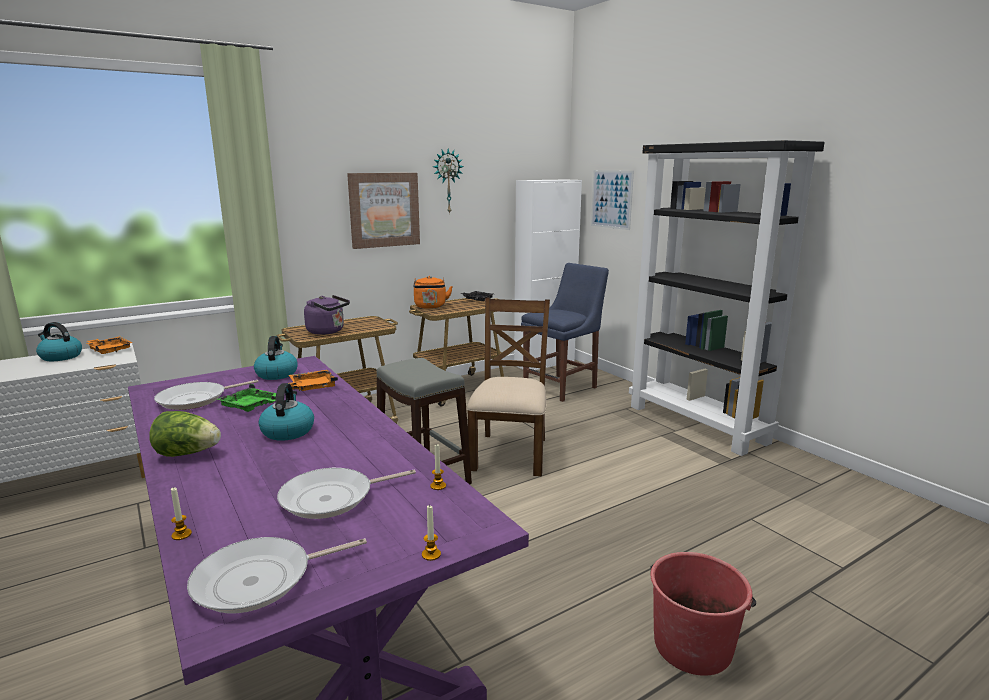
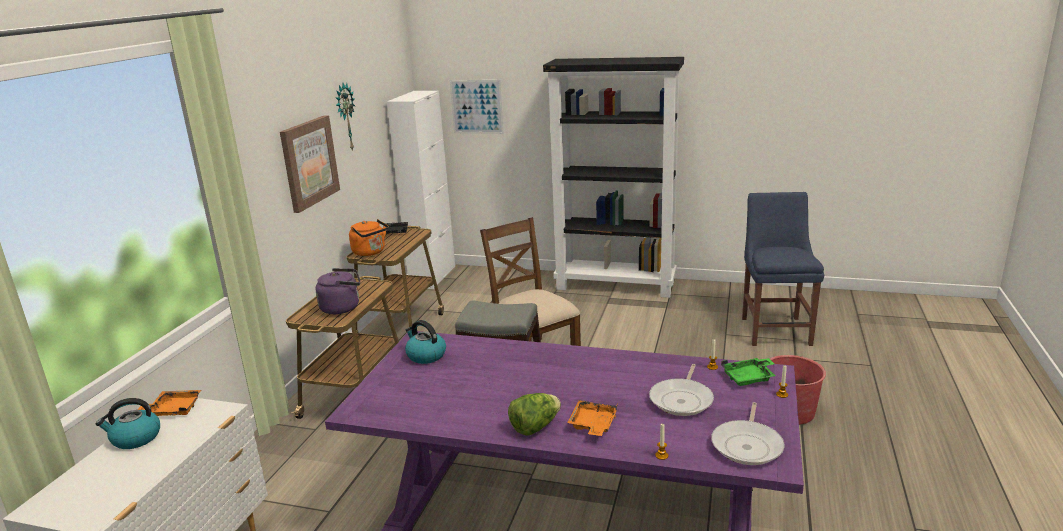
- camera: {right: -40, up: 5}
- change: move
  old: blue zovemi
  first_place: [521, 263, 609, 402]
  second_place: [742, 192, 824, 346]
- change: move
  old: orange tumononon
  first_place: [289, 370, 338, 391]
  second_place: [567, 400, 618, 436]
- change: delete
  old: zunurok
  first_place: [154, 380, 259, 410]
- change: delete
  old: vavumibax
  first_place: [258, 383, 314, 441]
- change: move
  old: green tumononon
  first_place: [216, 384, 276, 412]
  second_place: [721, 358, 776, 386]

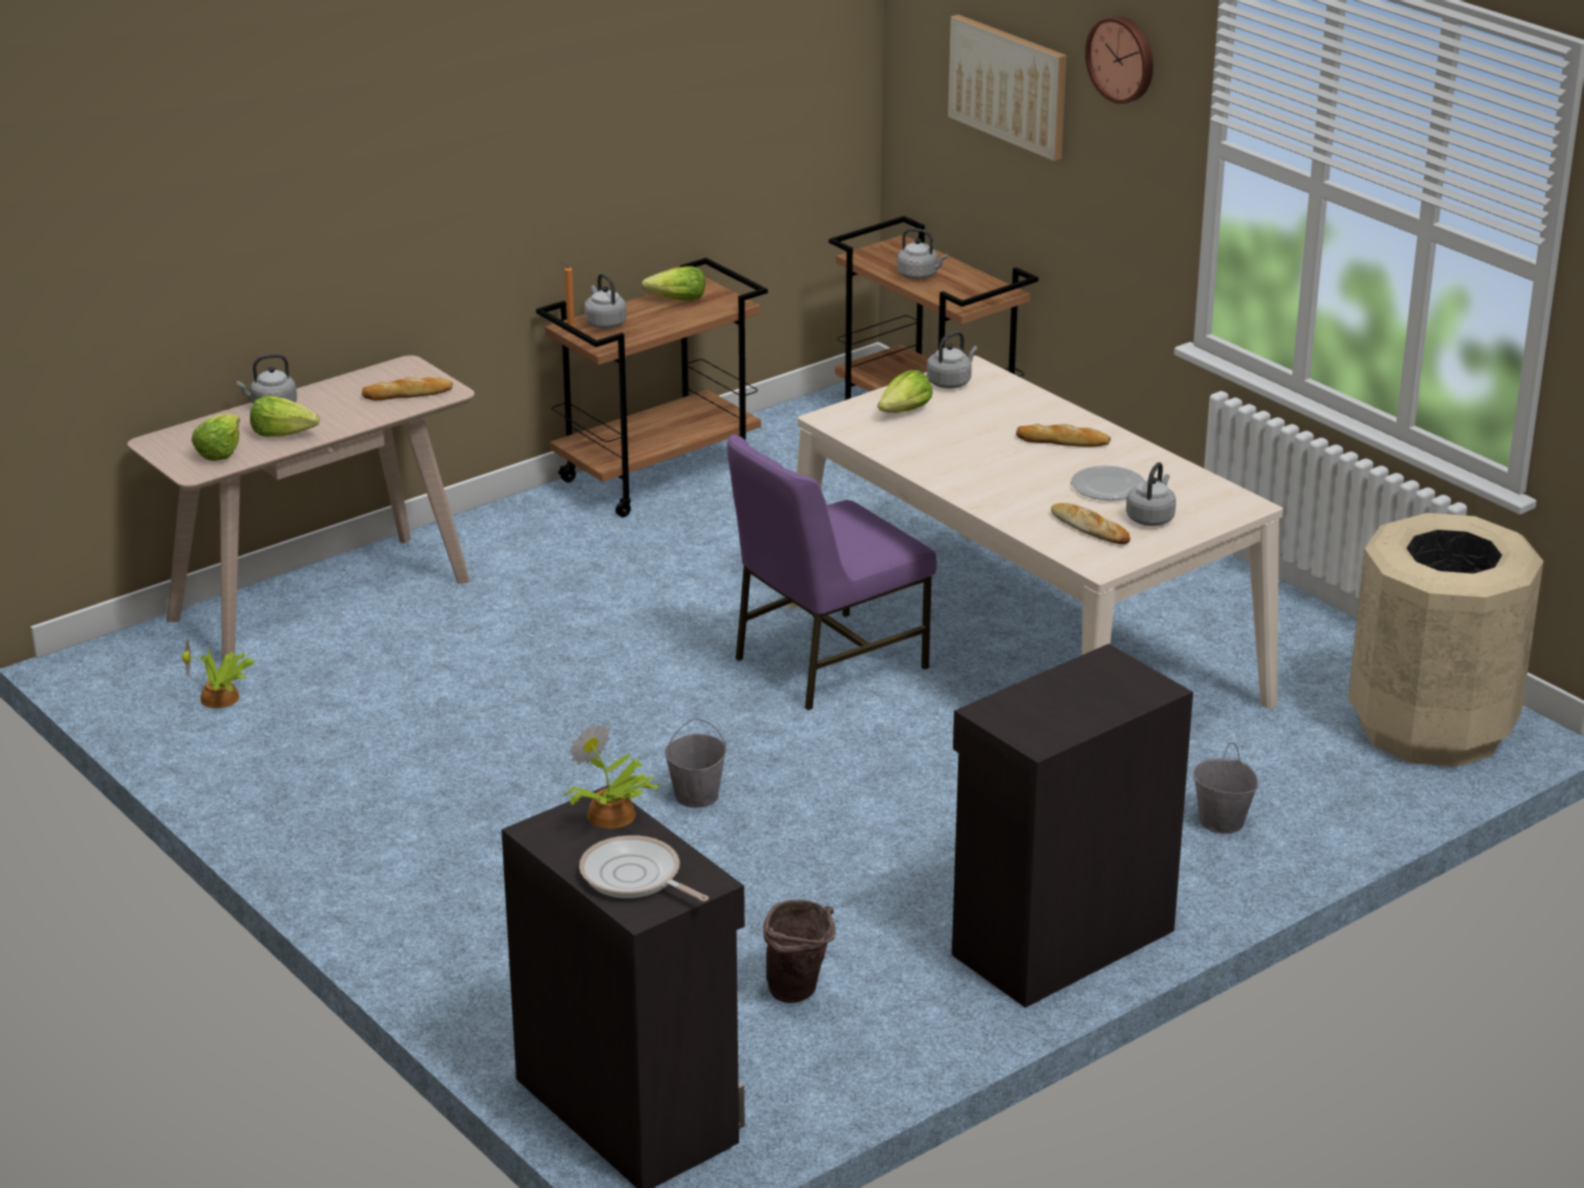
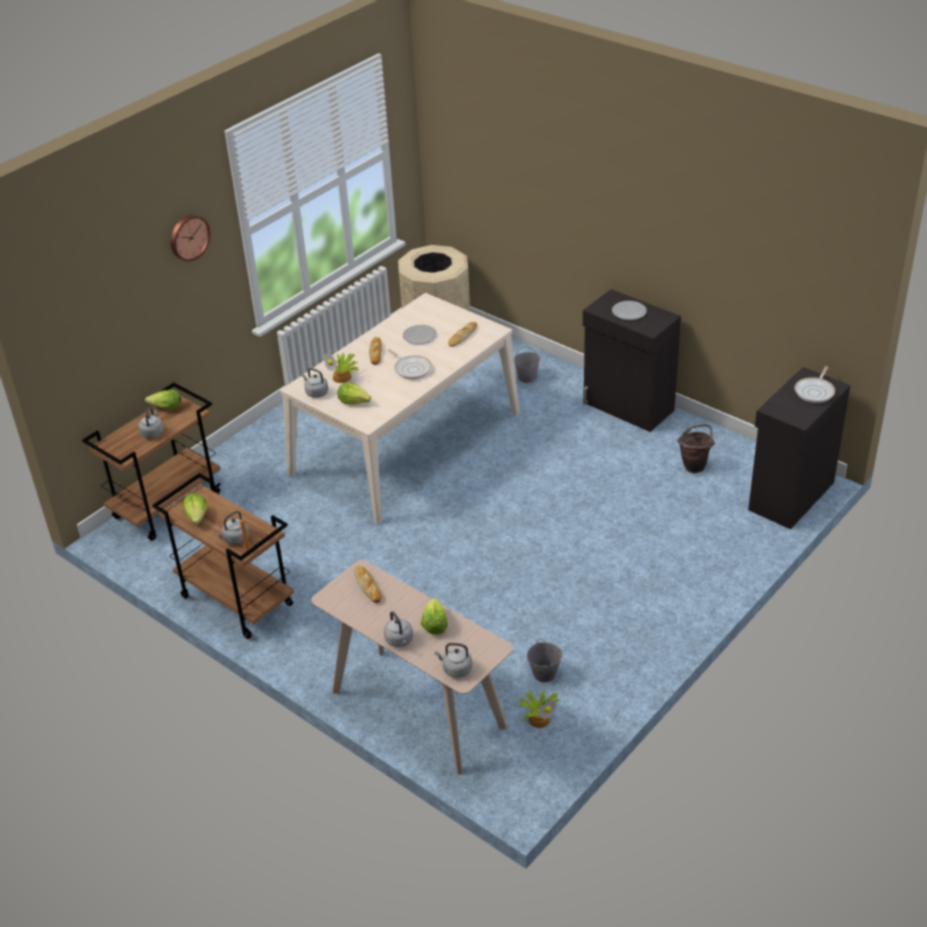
- camera: {right: -100, up: 10}
- change: delete
  old: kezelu
  first_place: [948, 14, 1067, 161]
- change: move
  old: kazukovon
  first_place: [191, 414, 240, 461]
  second_place: [145, 390, 181, 409]
- change: delete
  old: purple zovemi
  first_place: [727, 435, 937, 710]
- change: move
  old: grey vavumibax
  first_place: [1126, 462, 1176, 526]
  second_place: [435, 643, 472, 678]
- change: move
  old: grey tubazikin
  first_place: [665, 718, 727, 808]
  second_place: [527, 639, 563, 683]
- change: move
  old: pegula
  first_place: [565, 723, 660, 829]
  second_place: [323, 353, 359, 383]
- change: insert
  new: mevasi
  second_place: [612, 301, 647, 320]
- change: insert
  new: zunurok
  second_place: [388, 349, 432, 379]

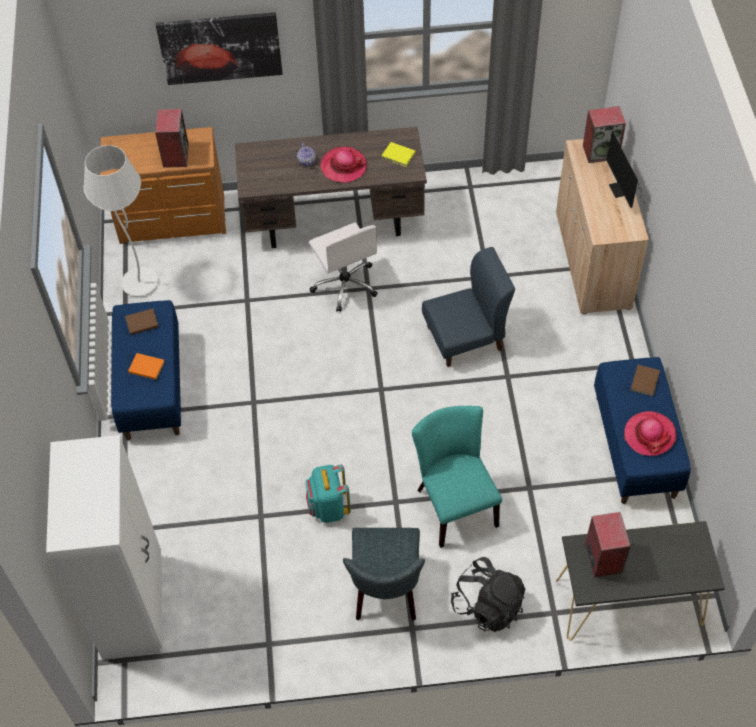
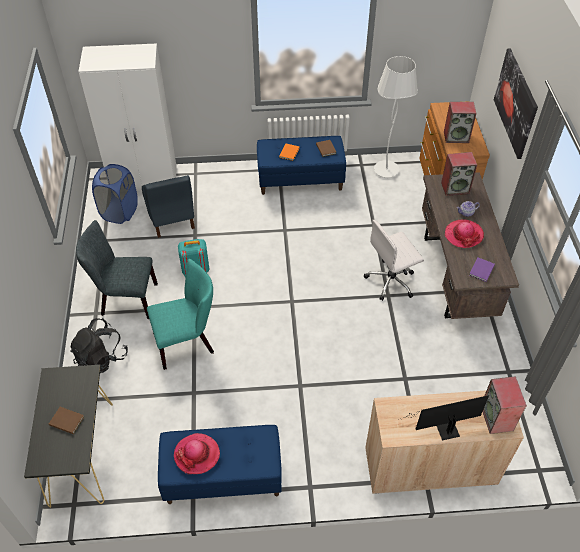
- camera: {right: 90, up: -5}
- change: recolor
  old: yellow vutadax
  new: purple vutadax
  first_place: [381, 142, 415, 167]
  second_place: [469, 257, 495, 282]
- change: move
  old: blue zovemi
  first_place: [422, 247, 515, 367]
  second_place: [142, 175, 195, 238]
- change: move
  old: brown vutadax
  first_place: [630, 365, 660, 396]
  second_place: [49, 407, 84, 434]
- change: move
  old: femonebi
  first_place: [585, 512, 631, 577]
  second_place: [441, 152, 477, 196]
- change: insert
  new: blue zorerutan
  second_place: [92, 164, 138, 224]

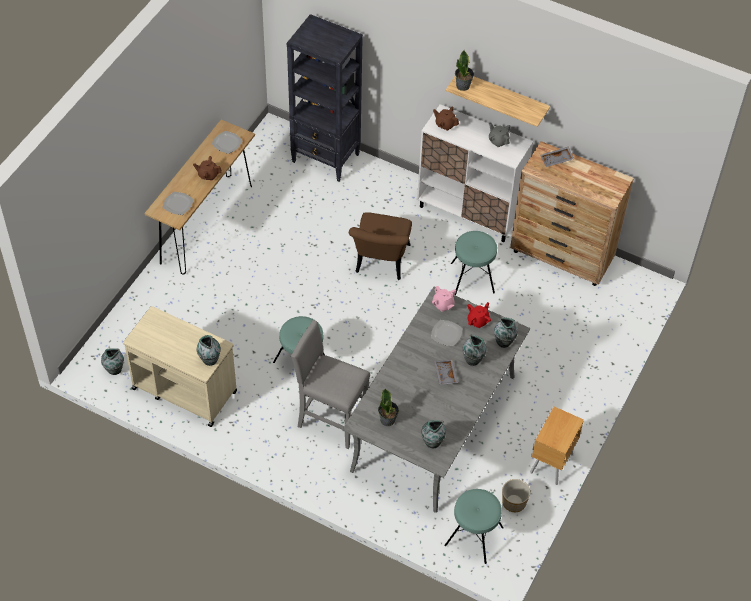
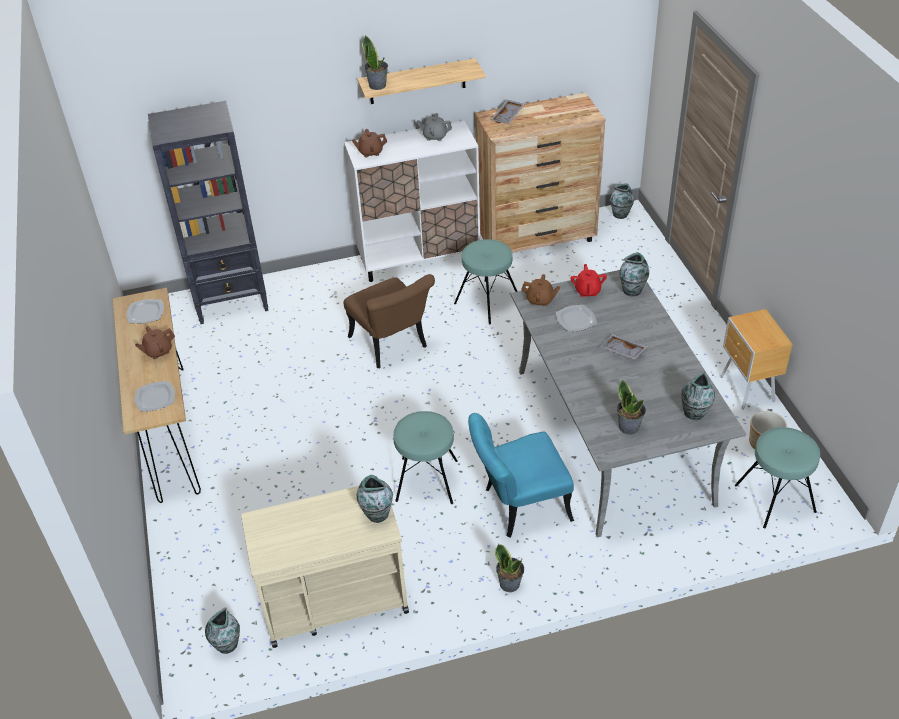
- camera: {right: -40, up: -10}
- change: recolor
  old: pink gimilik
  new: brown gimilik
  first_place: [432, 286, 456, 312]
  second_place: [521, 274, 560, 307]
- change: replace
  old: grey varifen
  new: turquoise zovemi
  first_place: [291, 320, 370, 449]
  second_place: [468, 413, 574, 537]
- change: move
  old: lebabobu
  first_place: [462, 334, 487, 366]
  second_place: [610, 183, 634, 219]
- change: insert
  new: pegula
  second_place: [495, 544, 524, 592]

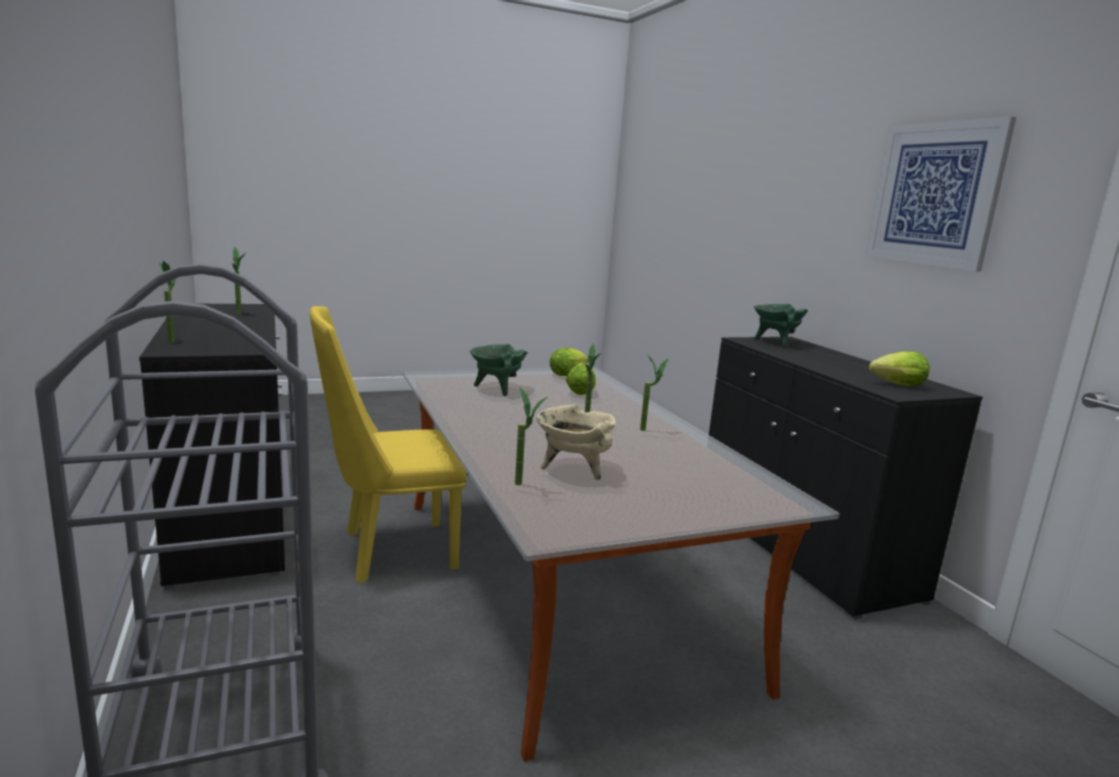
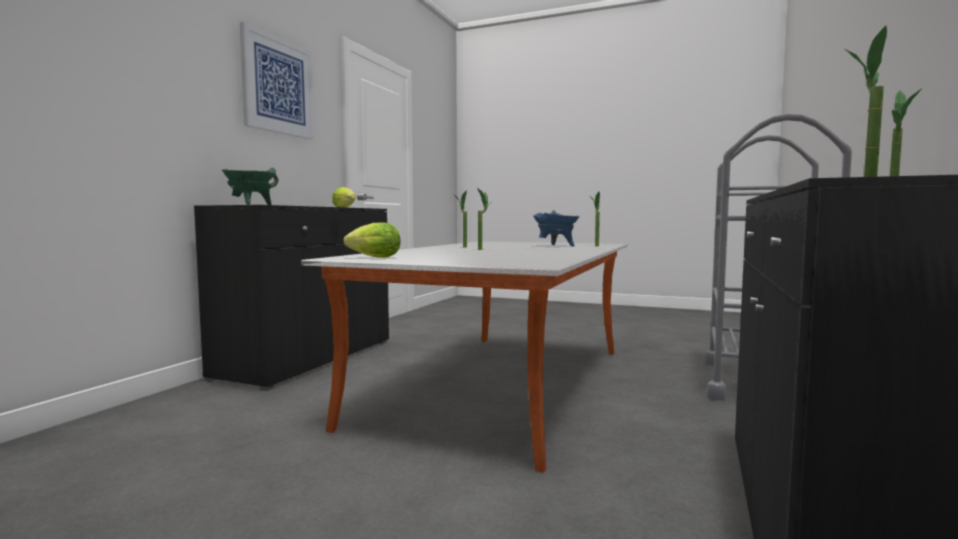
- camera: {right: -135, up: -10}
- change: delete
  old: yellow zovemi
  first_place: [310, 306, 467, 583]
- change: delete
  old: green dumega
  first_place: [470, 344, 528, 396]
- change: delete
  old: kazukovon
  first_place: [566, 363, 596, 395]
- change: recolor
  old: beige dumega
  new: blue dumega
  first_place: [536, 404, 616, 480]
  second_place: [533, 210, 580, 246]

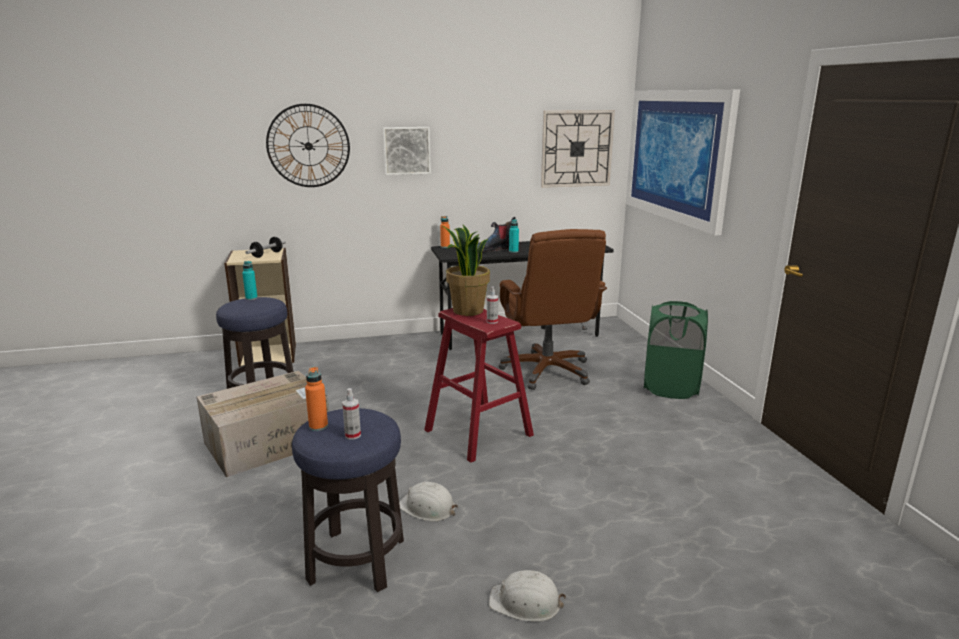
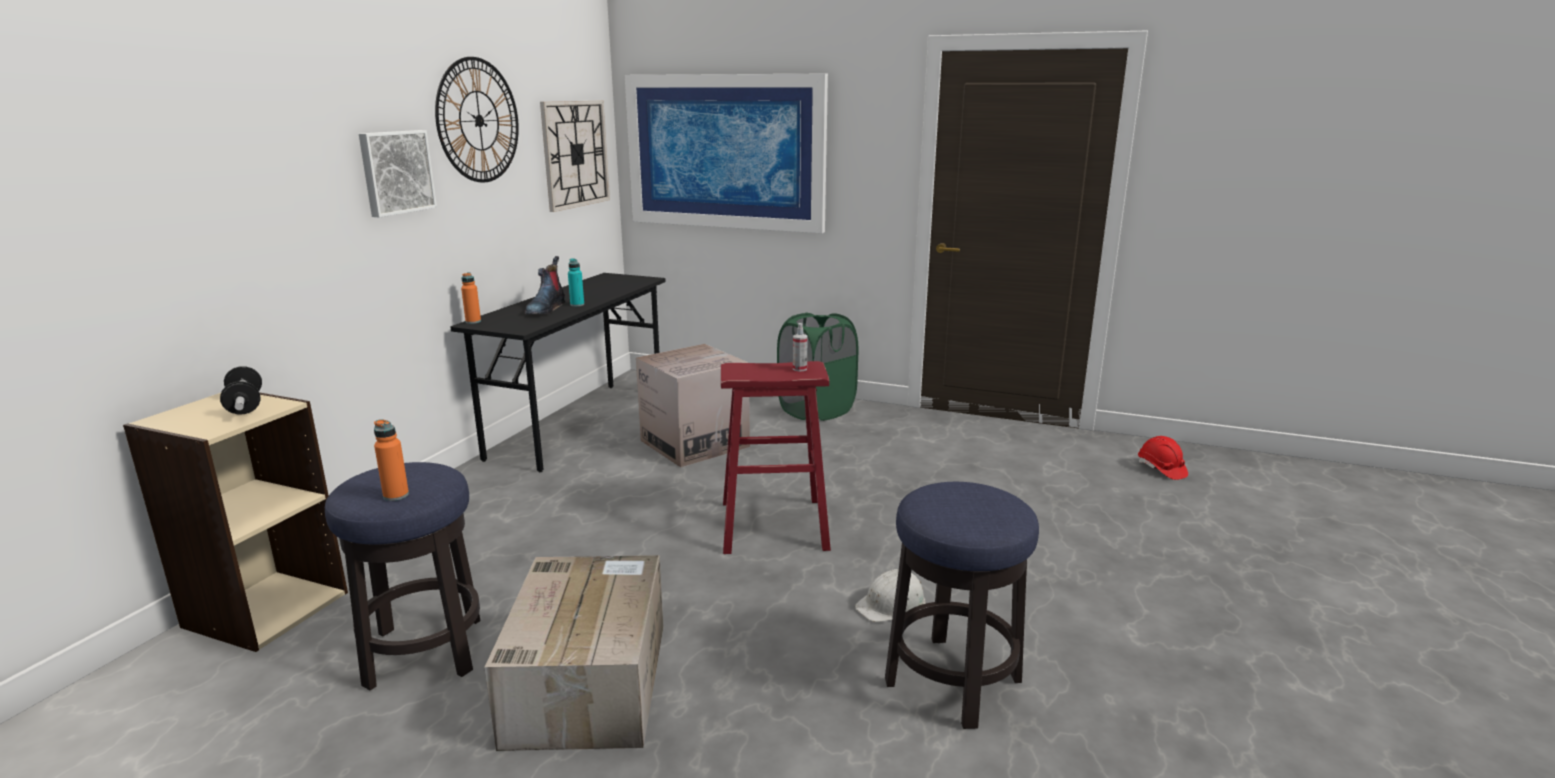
- camera: {right: -55, up: 0}
- change: move
  old: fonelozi
  first_place: [266, 104, 350, 187]
  second_place: [435, 57, 519, 183]
- change: delete
  old: pegula
  first_place: [442, 225, 490, 316]
- change: replace
  old: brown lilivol
  new: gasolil
  first_place: [499, 229, 607, 390]
  second_place: [636, 344, 750, 467]
- change: delete
  old: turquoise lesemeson
  first_place: [242, 261, 258, 300]
- change: move
  old: orange lesemeson
  first_place: [305, 367, 328, 431]
  second_place: [374, 419, 409, 501]
- change: delete
  old: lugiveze
  first_place: [342, 388, 361, 439]
- change: delete
  old: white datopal
  first_place: [489, 570, 566, 622]
- change: insert
  new: red datopal
  second_place: [1138, 436, 1188, 480]

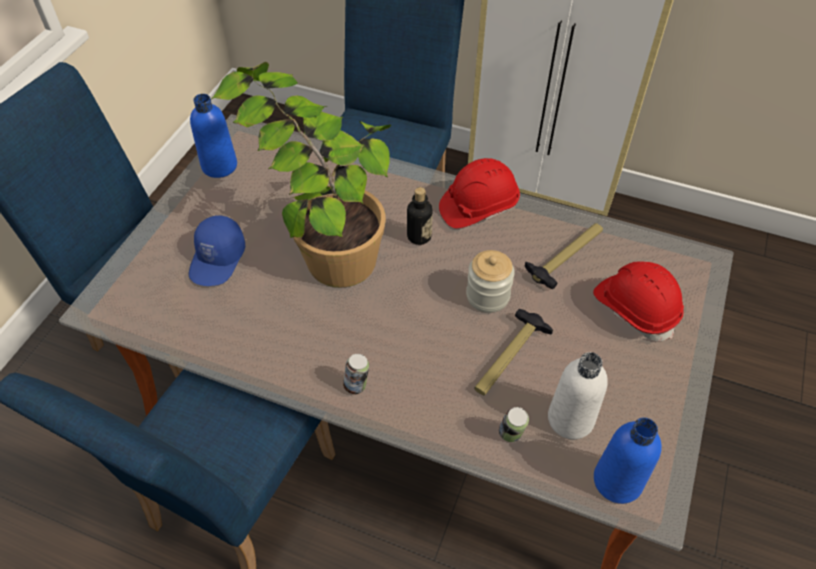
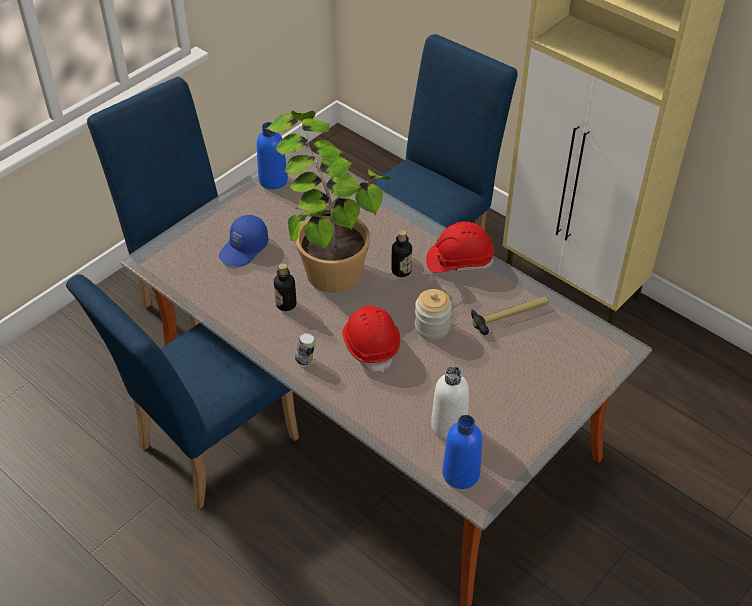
- camera: {right: 20, up: -5}
- change: move
  old: red datopal
  first_place: [593, 261, 684, 341]
  second_place: [342, 306, 400, 373]
- change: delete
  old: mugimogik
  first_place: [474, 309, 553, 395]
- change: delete
  old: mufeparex
  first_place: [499, 407, 529, 442]
- change: insert
  new: lesemeson
  second_place: [274, 263, 296, 311]

